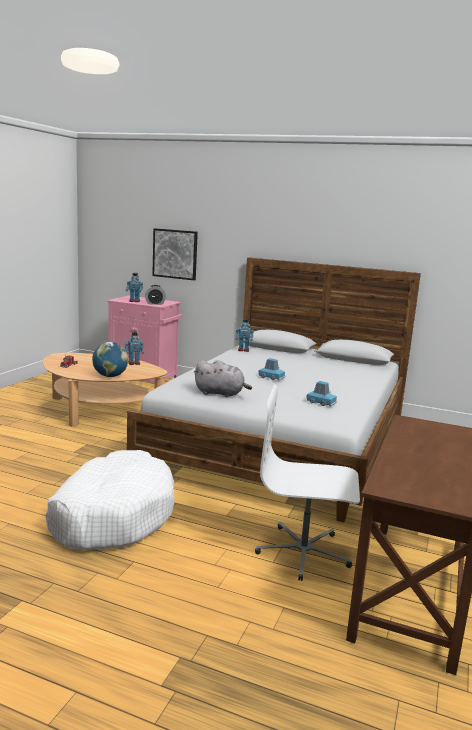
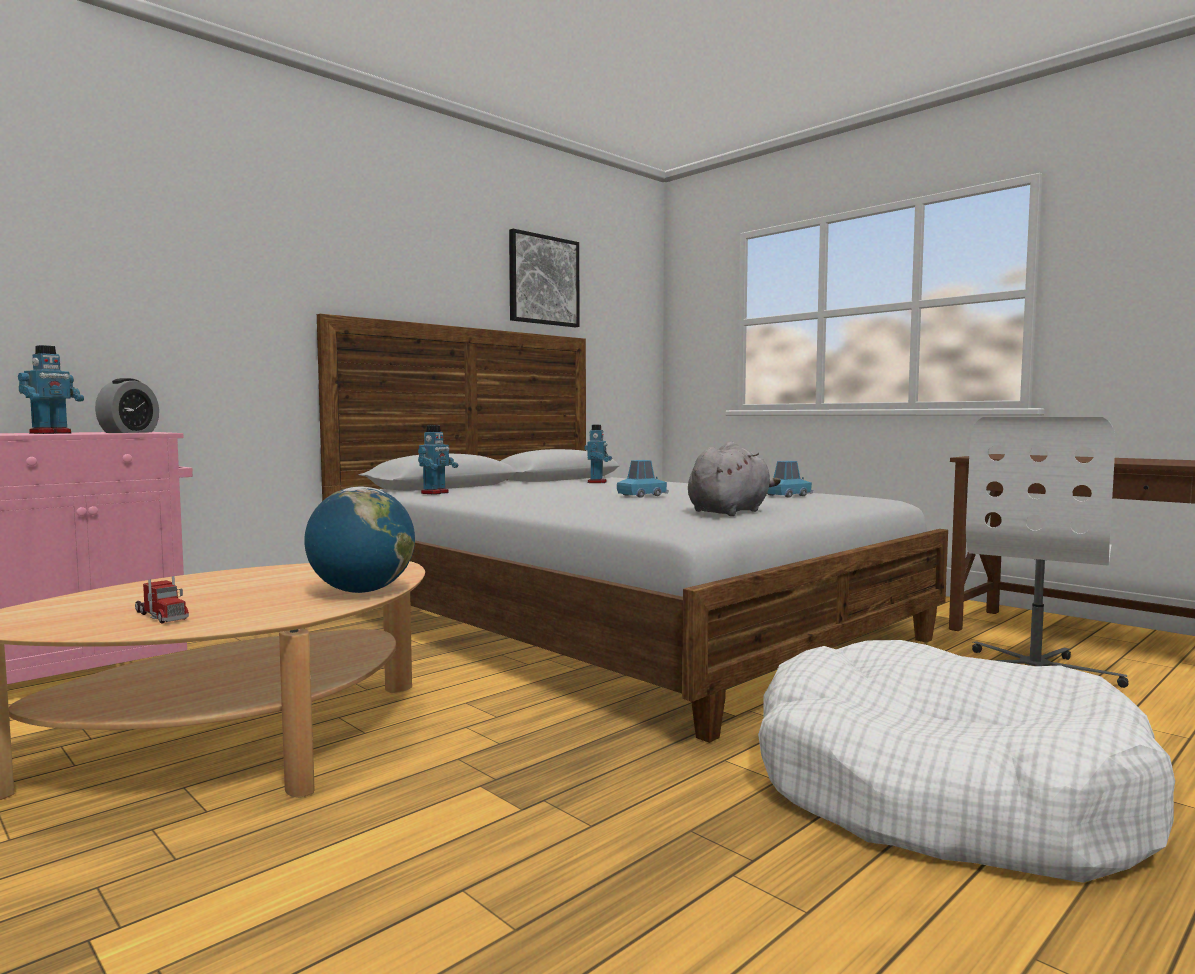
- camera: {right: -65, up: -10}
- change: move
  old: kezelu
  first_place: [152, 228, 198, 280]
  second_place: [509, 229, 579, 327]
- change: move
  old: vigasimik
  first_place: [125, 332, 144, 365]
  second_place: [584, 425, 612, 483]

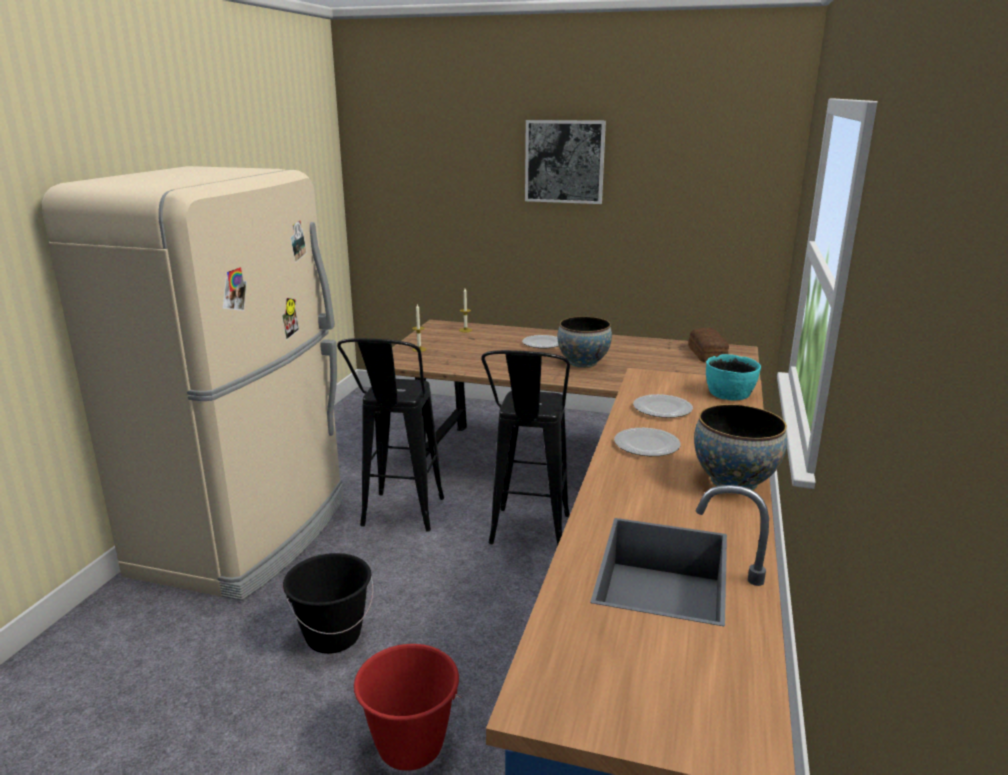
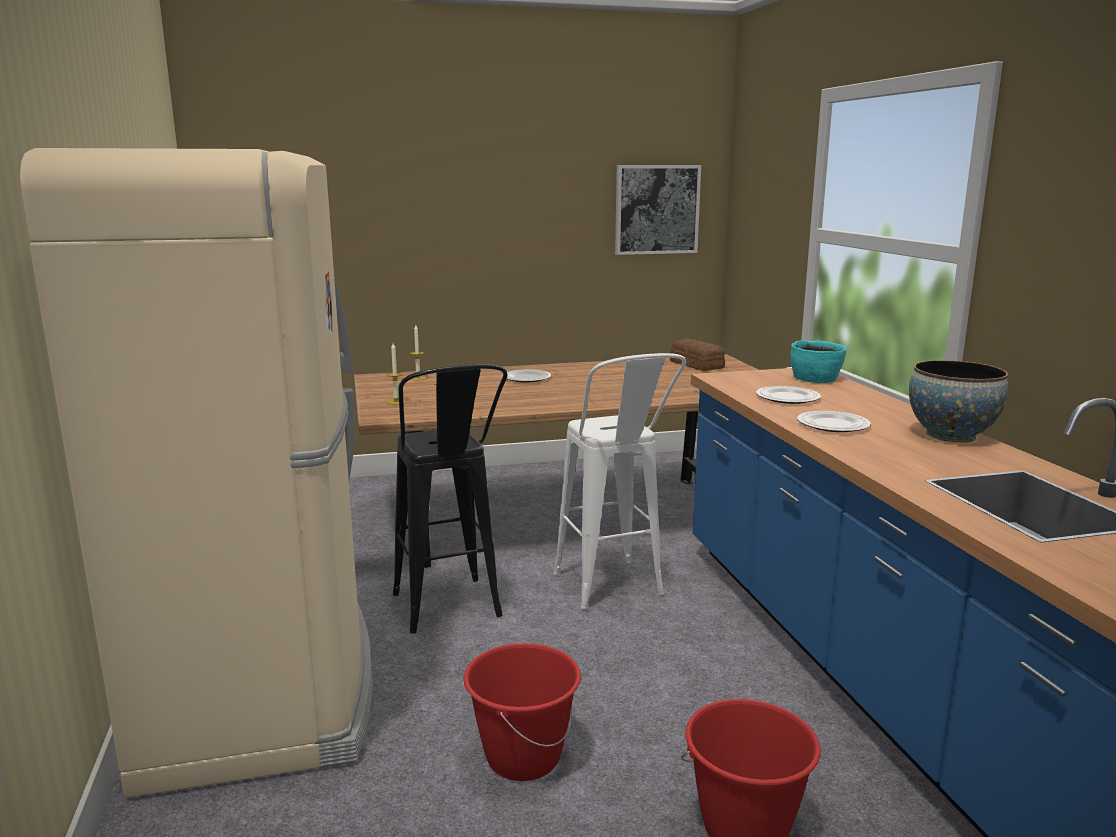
- camera: {right: -30, up: -5}
- change: move
  old: kezelu
  first_place: [525, 120, 606, 204]
  second_place: [615, 165, 701, 255]
- change: delete
  old: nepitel
  first_place: [557, 317, 612, 368]
- change: recolor
  old: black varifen
  new: white varifen
  first_place: [481, 350, 570, 545]
  second_place: [554, 353, 686, 609]
- change: recolor
  old: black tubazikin
  new: red tubazikin
  first_place: [283, 553, 373, 654]
  second_place: [463, 643, 581, 781]

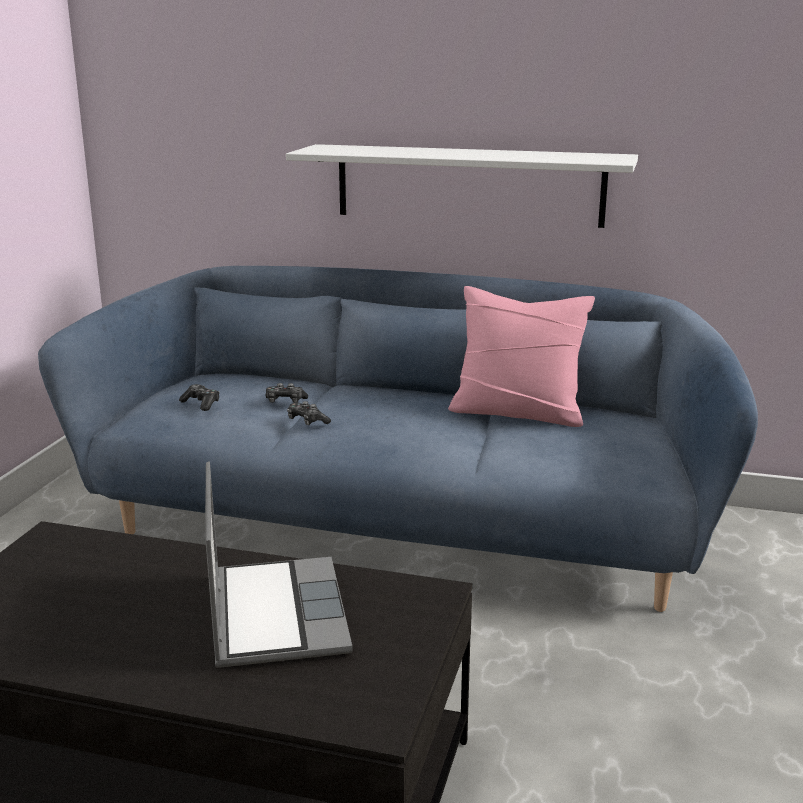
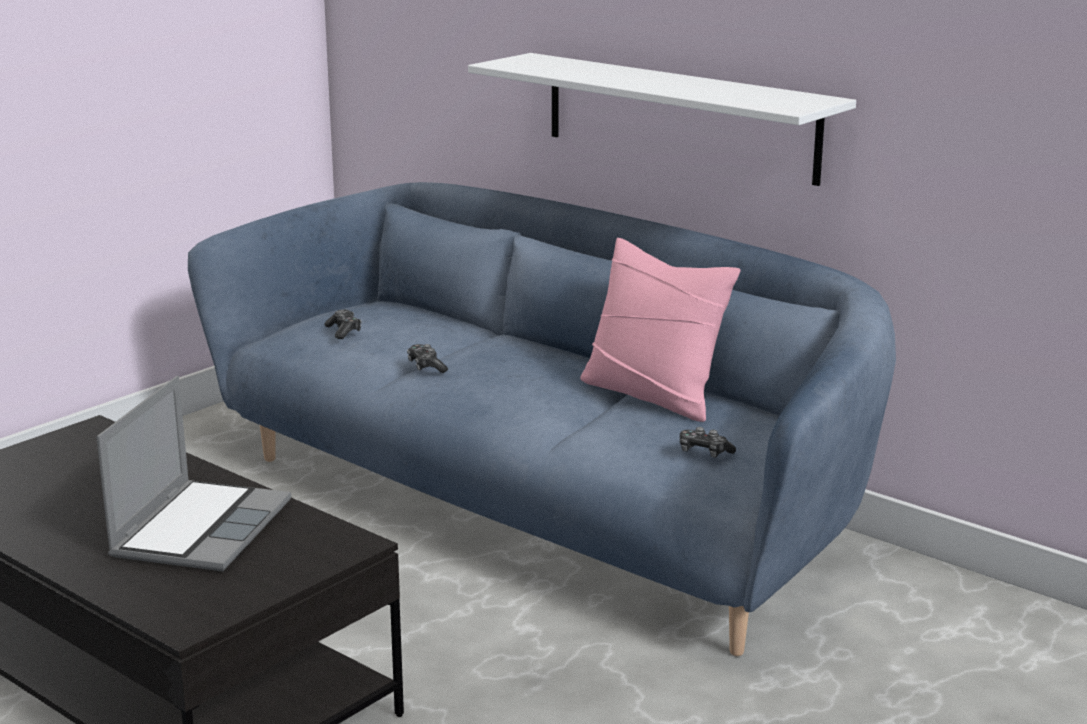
- camera: {right: 25, up: 0}
- change: move
  old: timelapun
  first_place: [265, 383, 308, 403]
  second_place: [680, 427, 736, 458]

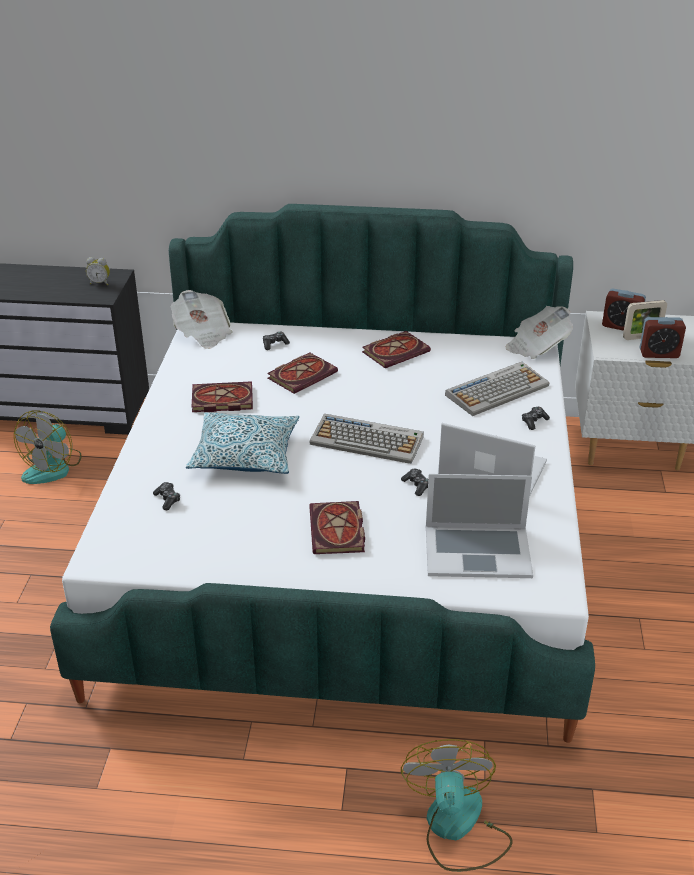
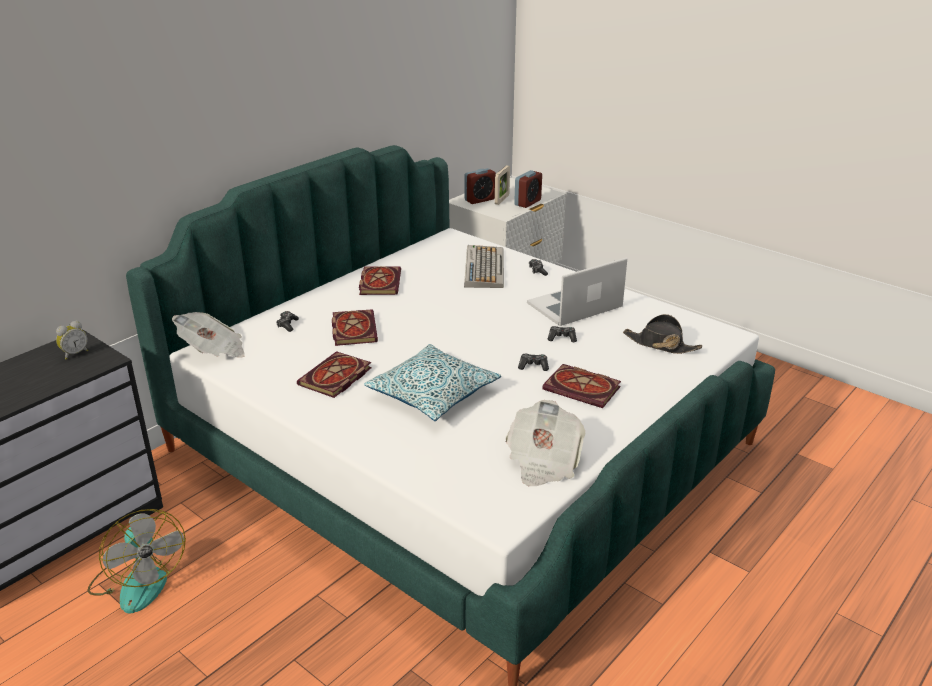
- camera: {right: -55, up: -5}
- change: move
  old: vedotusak
  first_place: [505, 306, 573, 359]
  second_place: [506, 400, 586, 486]
- change: delete
  old: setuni
  first_place: [310, 414, 424, 464]
- change: replace
  old: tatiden
  new: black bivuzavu
  first_place: [426, 474, 533, 578]
  second_place: [623, 314, 702, 354]
- change: move
  old: timelapun
  first_place: [153, 482, 180, 510]
  second_place: [518, 353, 549, 371]
- change: delete
  old: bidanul
  first_place: [401, 739, 513, 872]

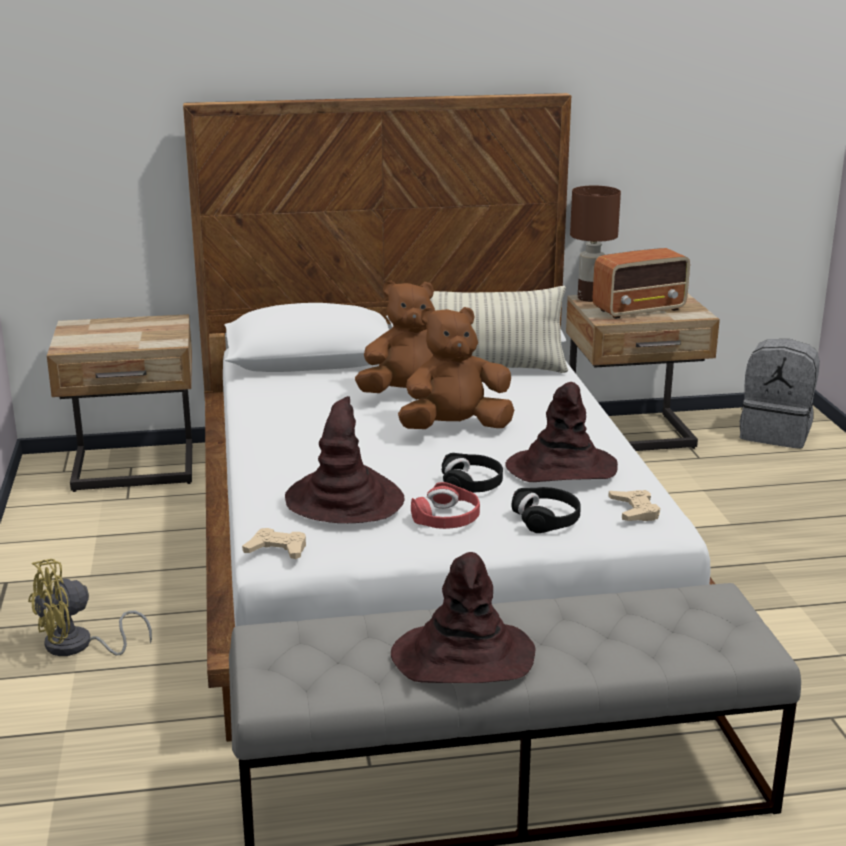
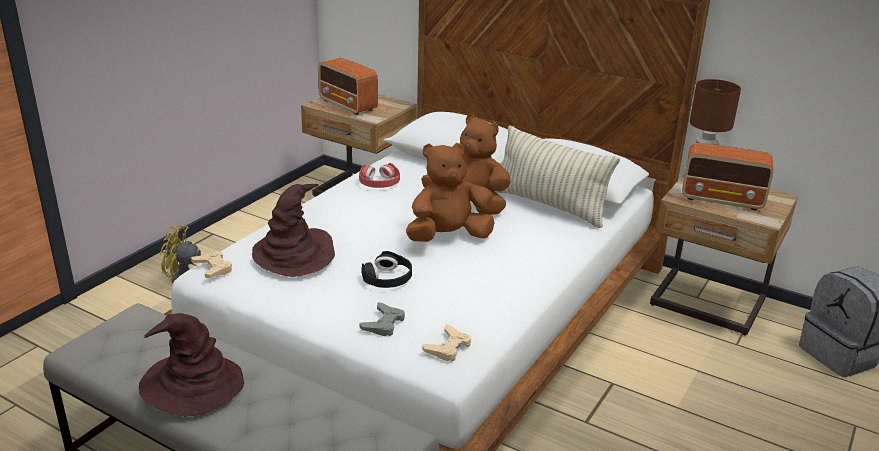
- camera: {right: 40, up: 5}
- change: rotate
  old: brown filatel
  first_place: [398, 307, 514, 429]
  second_place: [406, 143, 495, 242]
  degrees: -45
- change: delete
  old: brown bivuzavu
  first_place: [505, 382, 618, 482]
- change: move
  old: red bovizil
  first_place: [411, 482, 480, 529]
  second_place: [359, 163, 400, 188]
- change: replace
  old: black bovizil
  new: grey timelapun
  first_place: [512, 487, 581, 533]
  second_place: [359, 302, 405, 337]
- change: insert
  new: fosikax
  second_place: [318, 58, 378, 115]

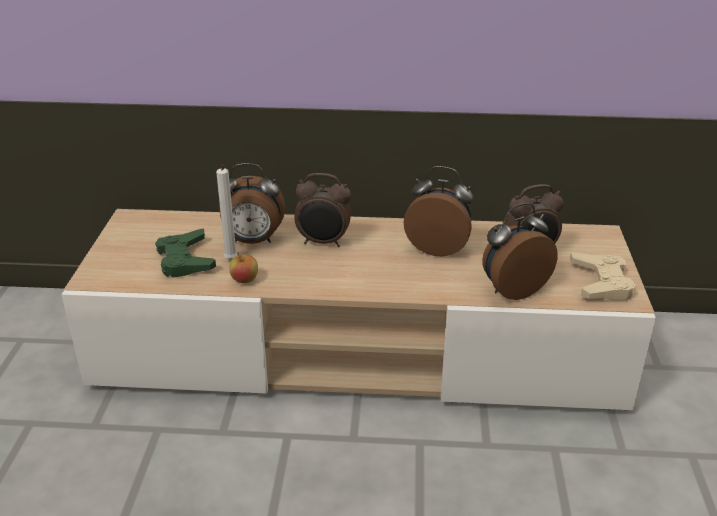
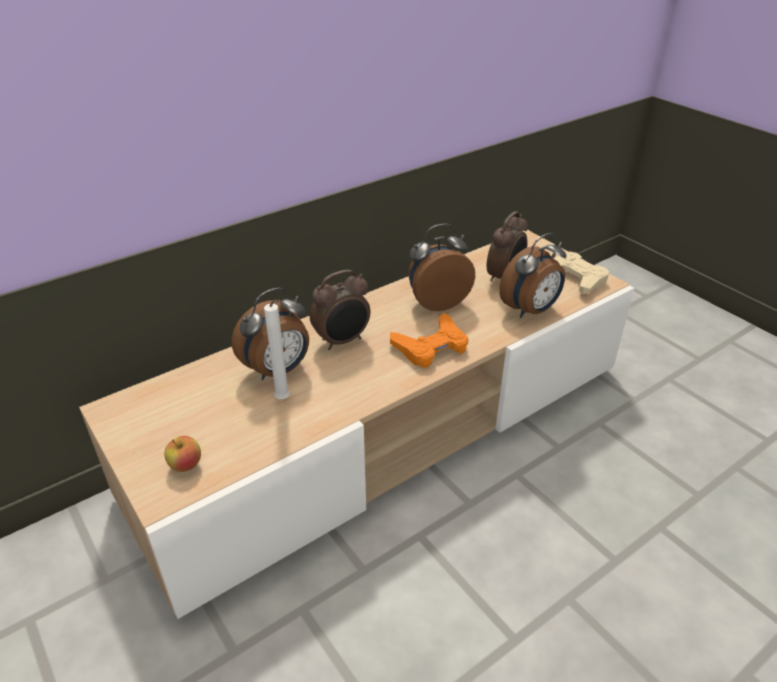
- camera: {right: -40, up: 5}
- change: rotate
  old: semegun
  first_place: [482, 203, 558, 300]
  second_place: [499, 233, 566, 318]
  degrees: -150
- change: delete
  old: green timelapun
  first_place: [155, 228, 216, 278]
- change: move
  old: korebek
  first_place: [229, 253, 258, 284]
  second_place: [164, 436, 201, 472]
- change: insert
  new: orange timelapun
  second_place: [390, 313, 468, 368]

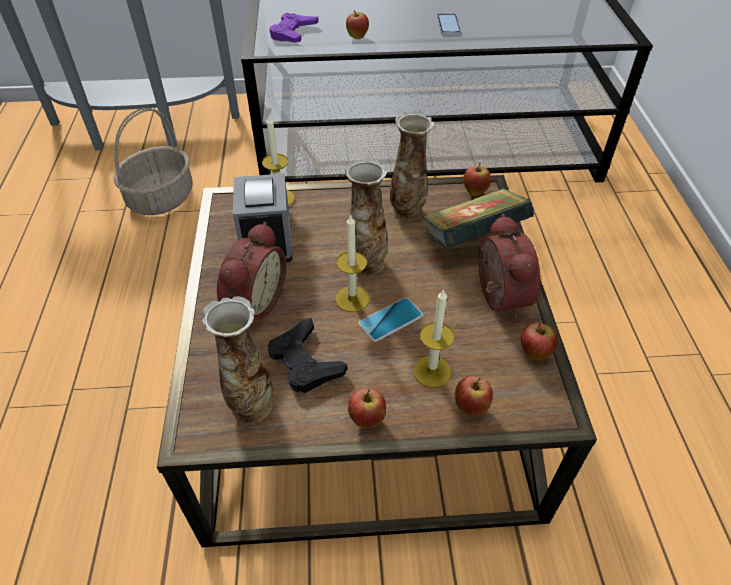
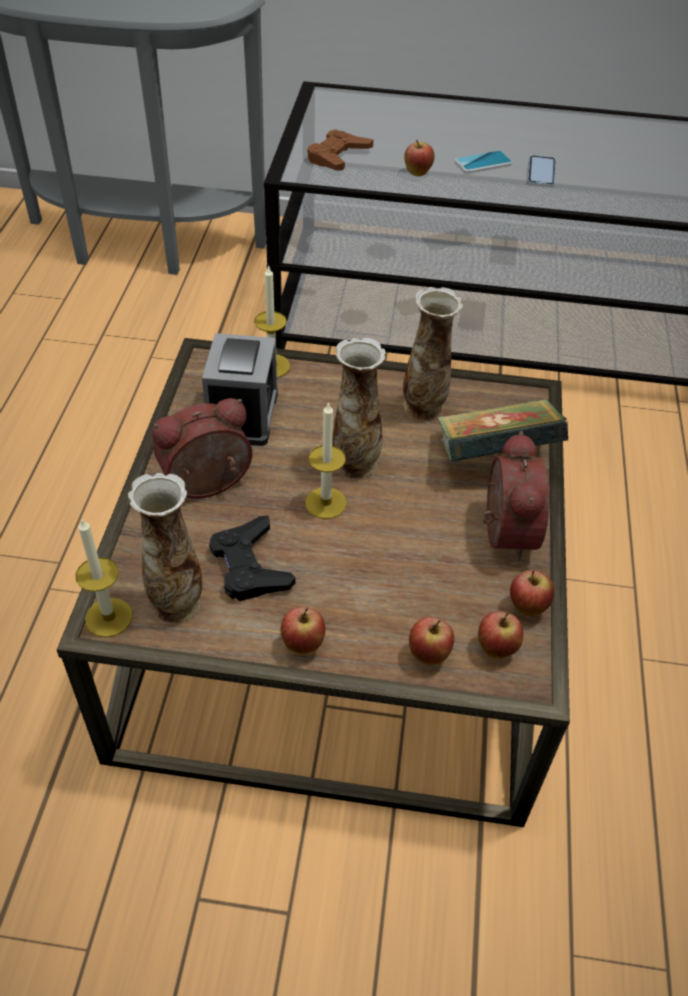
- camera: {right: 10, up: 0}
- change: recolor
  old: purple timelapun
  new: brown timelapun
  first_place: [269, 13, 319, 42]
  second_place: [307, 129, 373, 171]
- change: delete
  old: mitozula
  first_place: [113, 108, 193, 215]
- change: move
  old: korebek
  first_place: [463, 163, 491, 196]
  second_place: [478, 611, 523, 659]
- change: rotate
  old: semegun
  first_place: [217, 222, 286, 320]
  second_place: [152, 398, 252, 498]
  degrees: -150
- change: move
  old: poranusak
  first_place: [413, 288, 454, 387]
  second_place: [75, 518, 133, 637]
- change: move
  old: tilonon
  first_place: [358, 297, 423, 342]
  second_place: [455, 150, 513, 172]

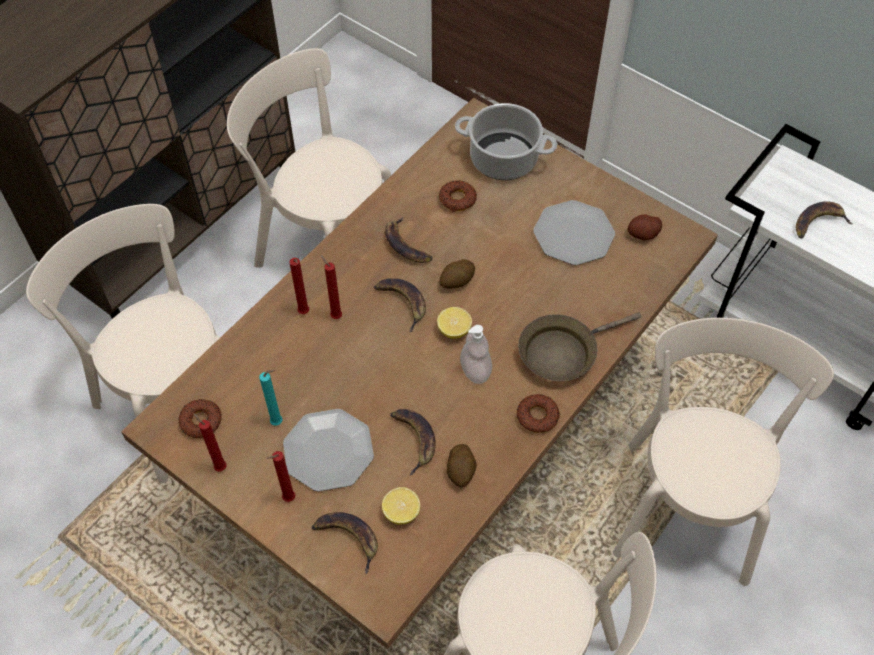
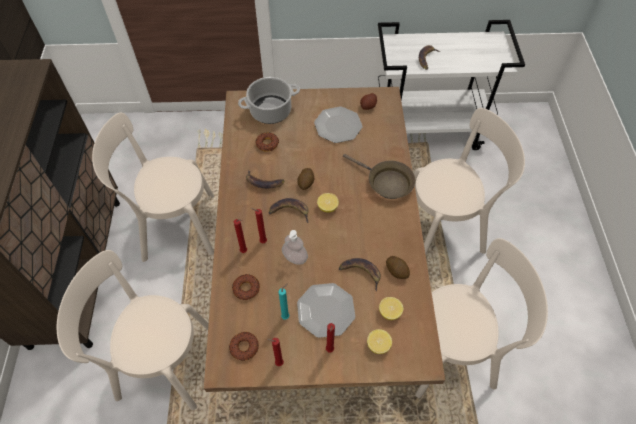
- camera: {right: -40, up: 0}
- change: rotate
  old: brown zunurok
  first_place: [518, 312, 641, 381]
  second_place: [343, 154, 416, 199]
  degrees: -75
- change: rotate
  old: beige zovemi
  first_place: [613, 318, 834, 586]
  second_place: [414, 108, 525, 254]
  degrees: 105
- change: move
  old: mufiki
  first_place: [460, 325, 492, 384]
  second_place: [282, 230, 308, 265]
- change: move
  old: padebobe
  first_place: [517, 394, 560, 433]
  second_place: [232, 274, 260, 300]
- change: replace
  old: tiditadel
  new: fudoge
  first_place: [312, 512, 378, 574]
  second_place: [367, 329, 392, 354]

